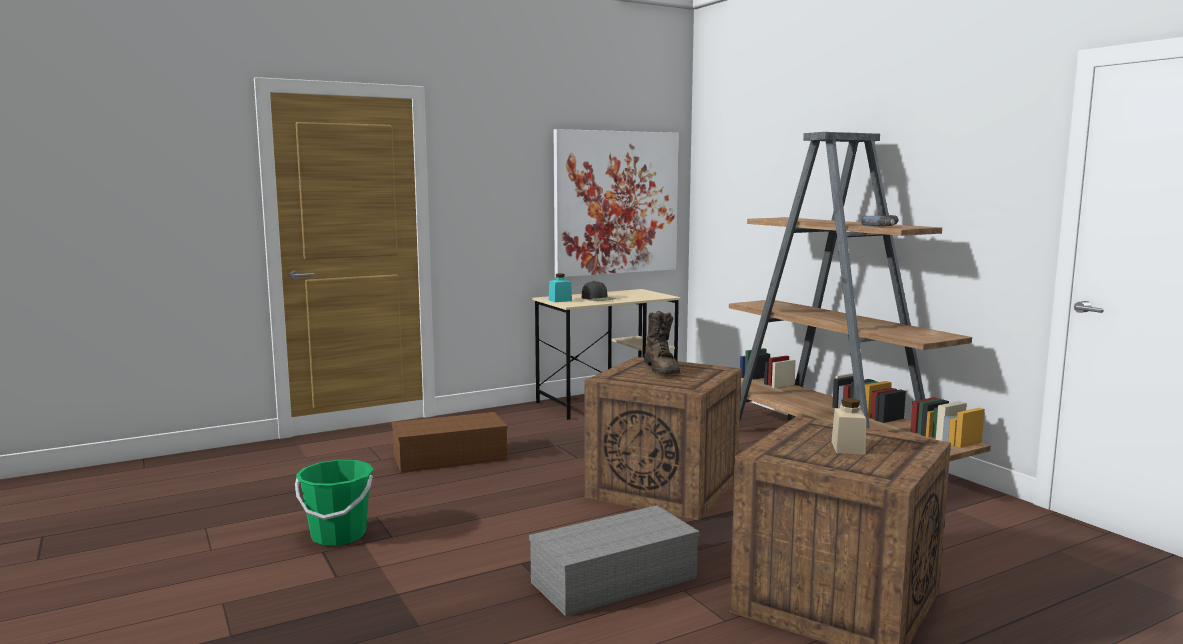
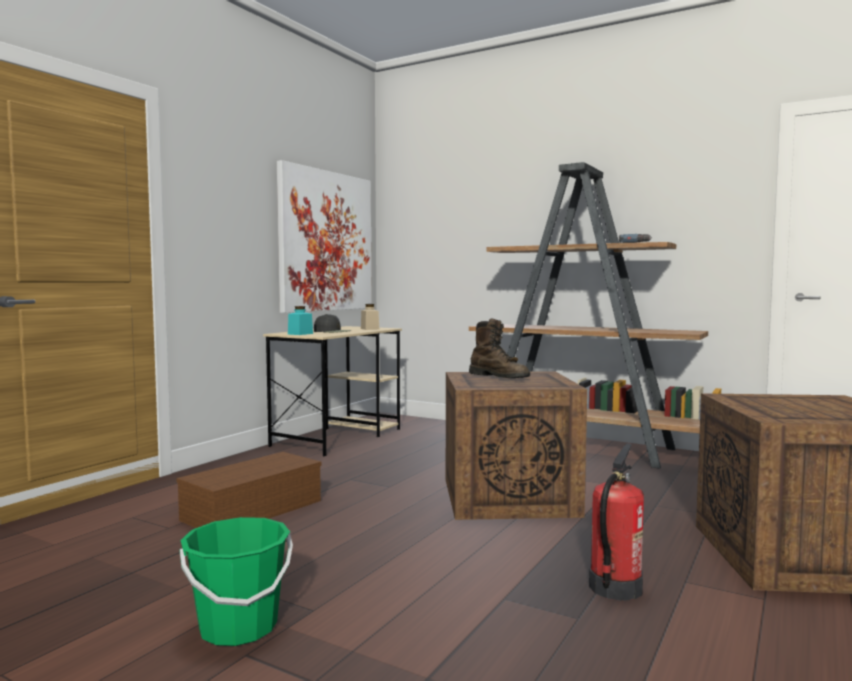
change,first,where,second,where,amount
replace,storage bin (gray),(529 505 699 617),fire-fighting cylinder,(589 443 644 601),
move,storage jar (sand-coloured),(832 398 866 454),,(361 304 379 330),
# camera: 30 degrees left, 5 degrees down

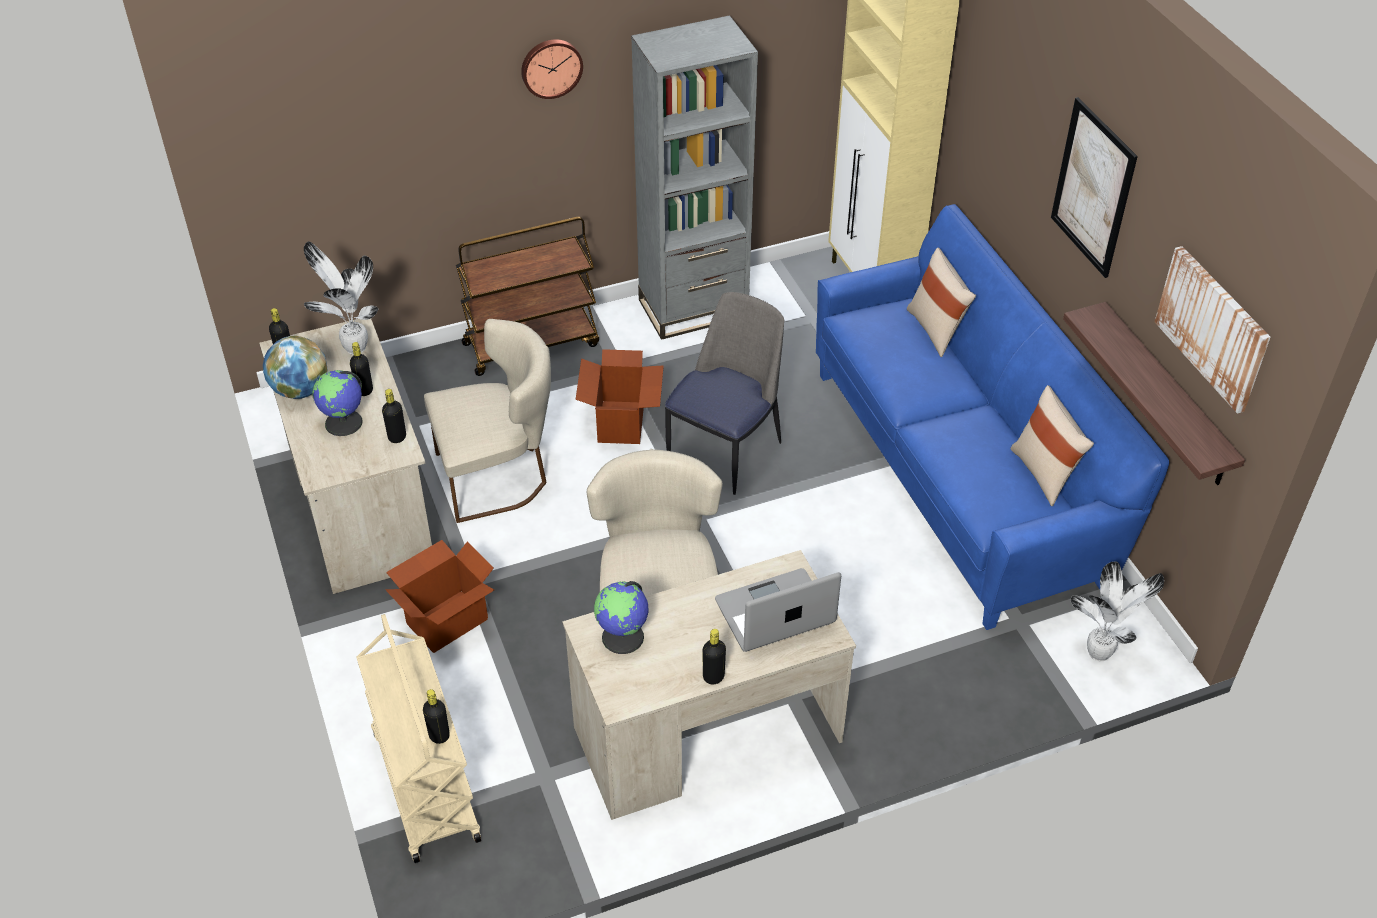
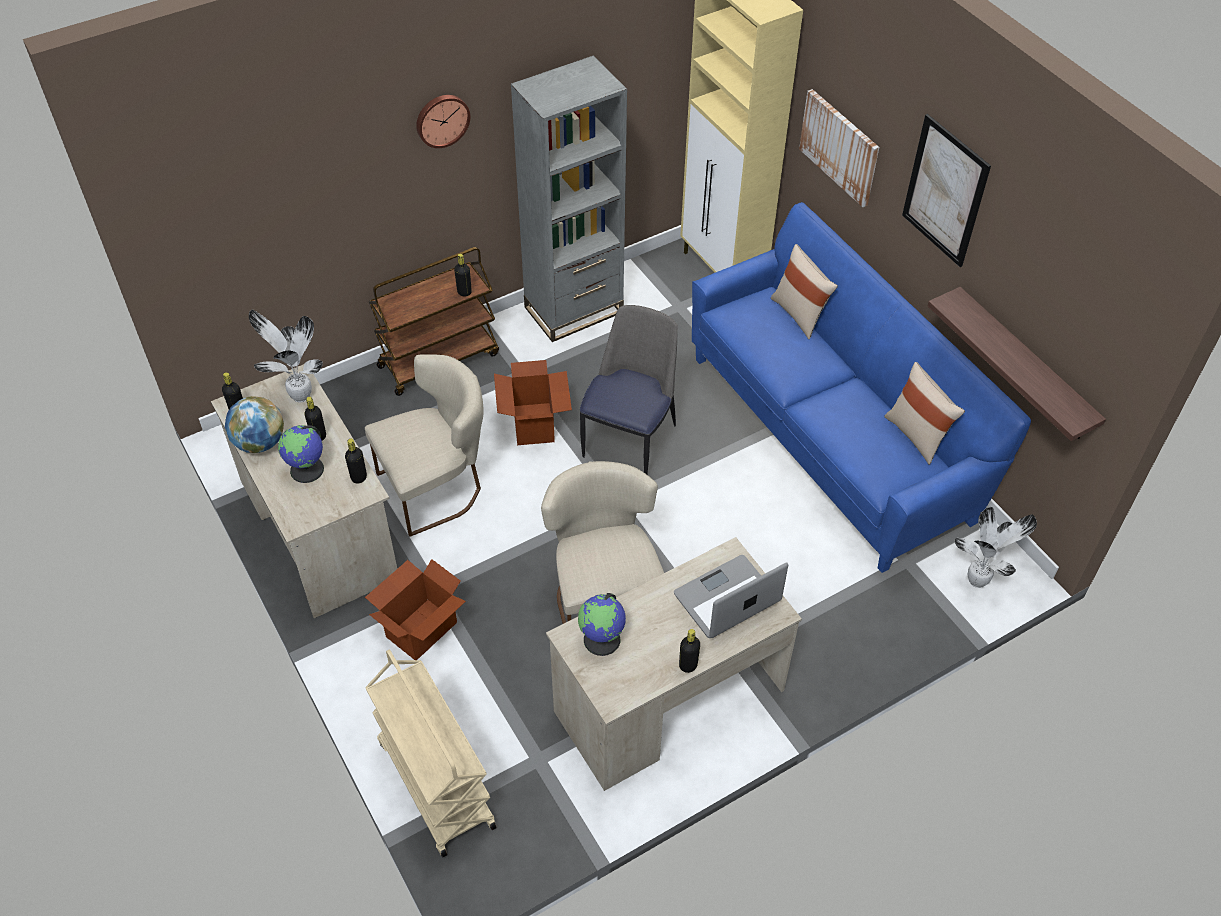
change,first,where,second,where,amount
move,drink bottle (black-coloured),(423 689 450 744),,(454 254 472 297),
move,picture,(1155 246 1270 414),,(799 89 879 207),
# camera: 10 degrees left, 5 degrees up

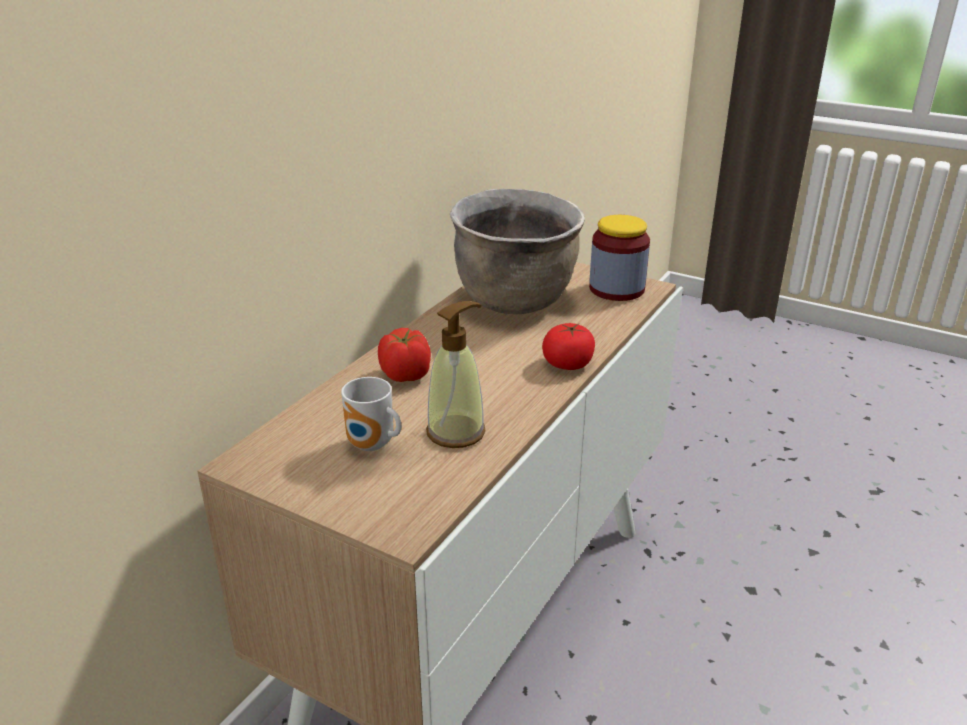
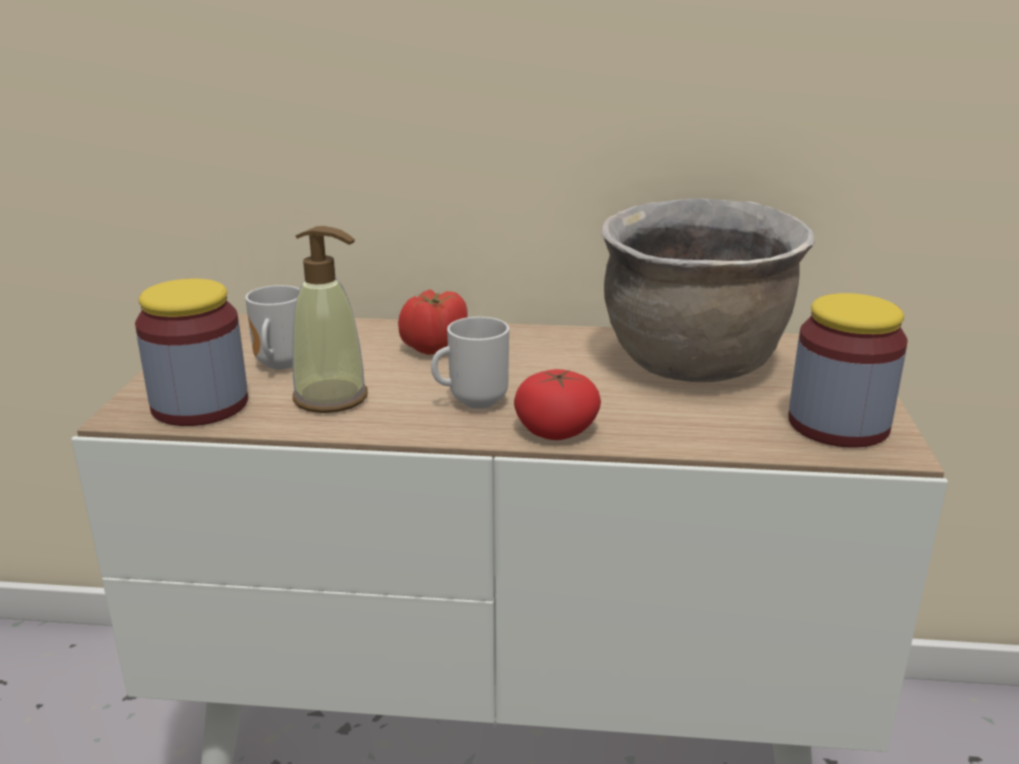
change,first,where,second,where,amount
insert,,,storage jar,(135 279 248 426),
insert,,,mug,(431 317 509 409),
# camera: 65 degrees right, 5 degrees down

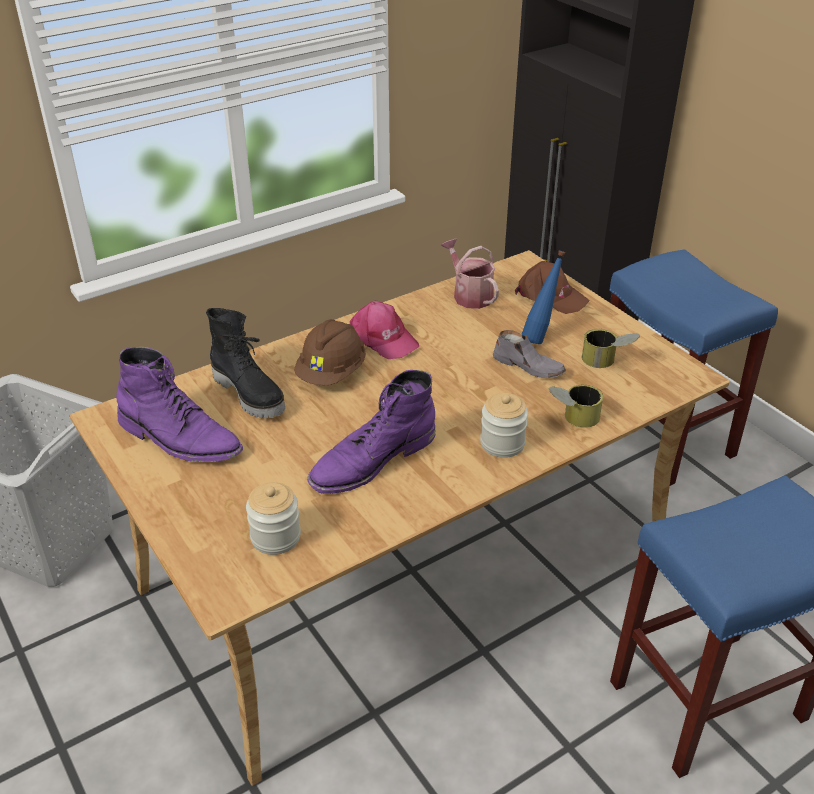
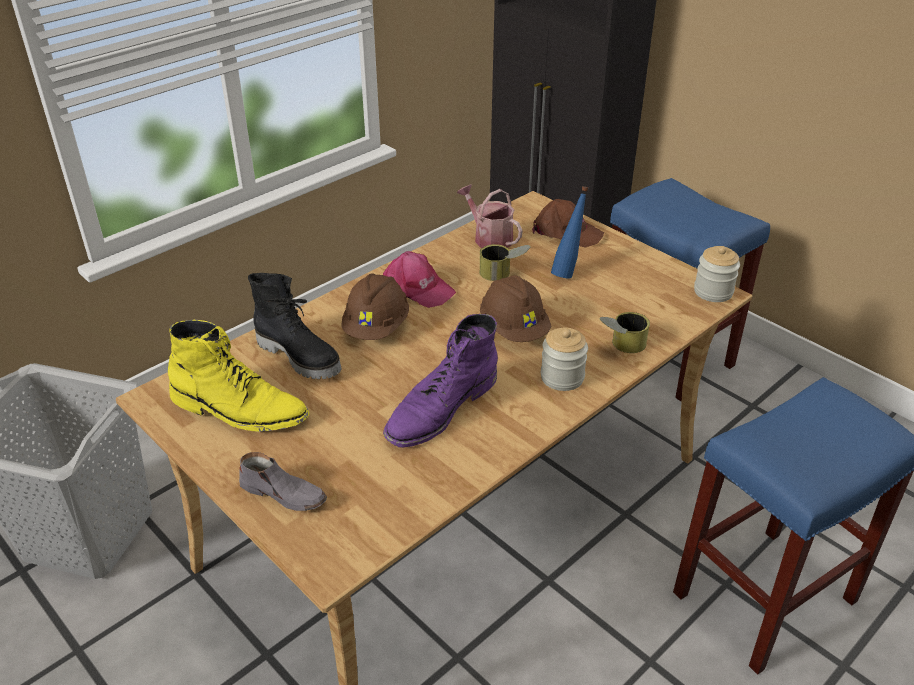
change,first,where,second,where,amount
recolor,high-top boot (purple),(116 347 243 462),high-top boot (yellow),(168 320 309 432),
move,storage jar,(246 482 301 555),,(694 246 740 302),
move,shoe (gray),(493 330 566 378),,(239 452 327 511),
move,metal can,(582 329 640 368),,(479 244 530 281),
insert,,,hard hat (brown-coloured),(480 275 551 342),
# camera: 10 degrees left, 0 degrees up

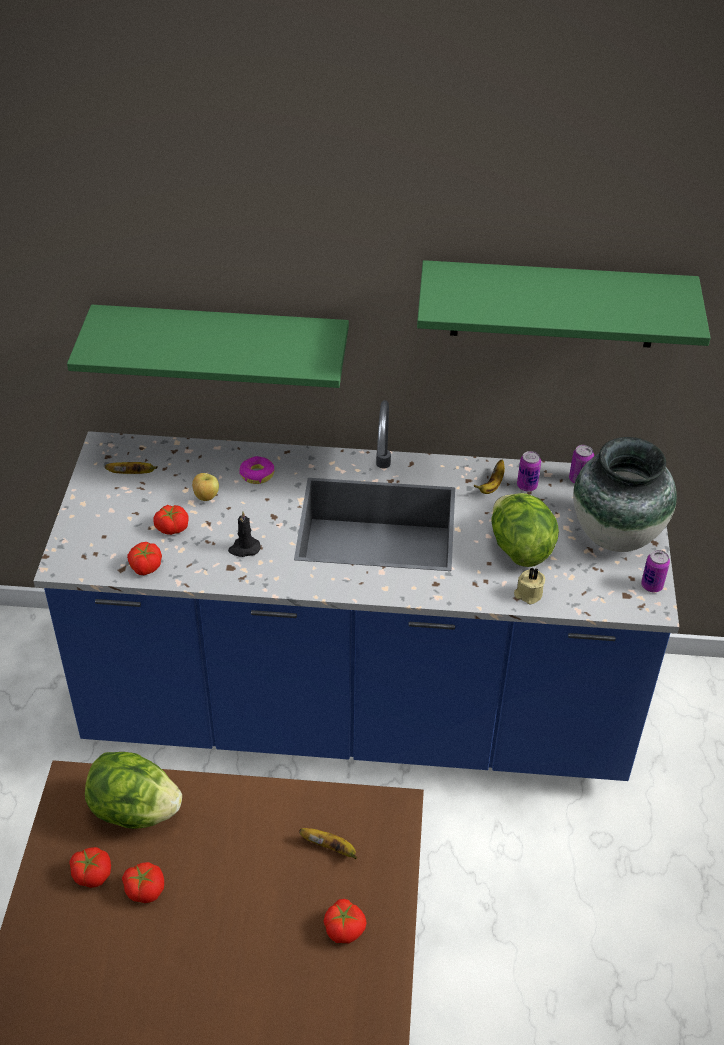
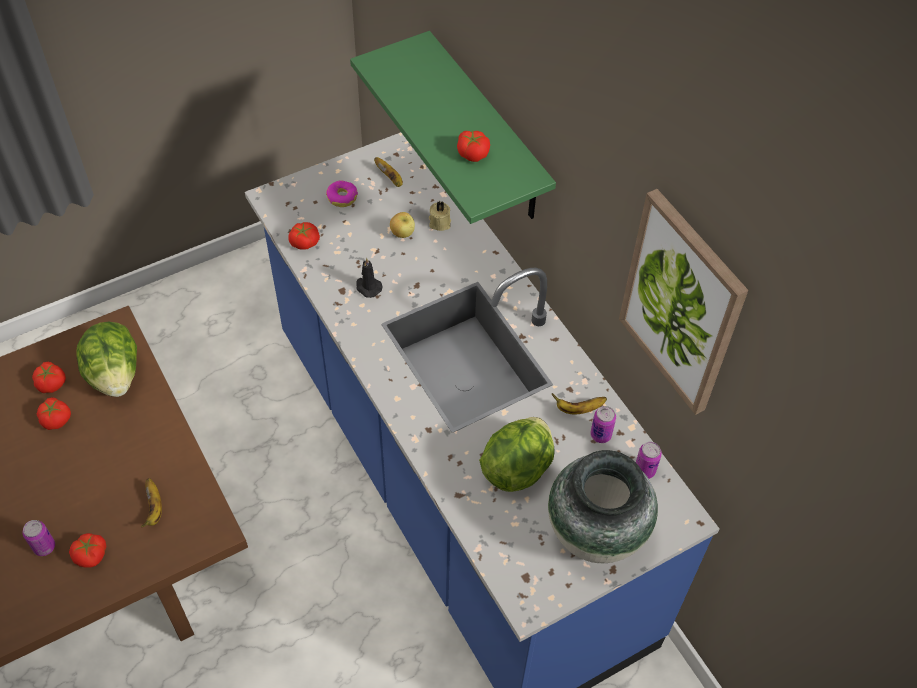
change,first,where,second,where,amount
move,fresh tomato,(153 505 188 535),,(457 130 490 162),
move,donut,(239 456 274 484),,(326 180 358 207),
replace,wall shelf (green-coloured),(417 260 711 348),picture,(619 189 748 415),
move,wax light (sand-coloured),(514 567 545 604),,(429 201 451 231),
move,metal can,(641 550 670 592),,(23 520 55 556),
# camera: 55 degrees right, 10 degrees up

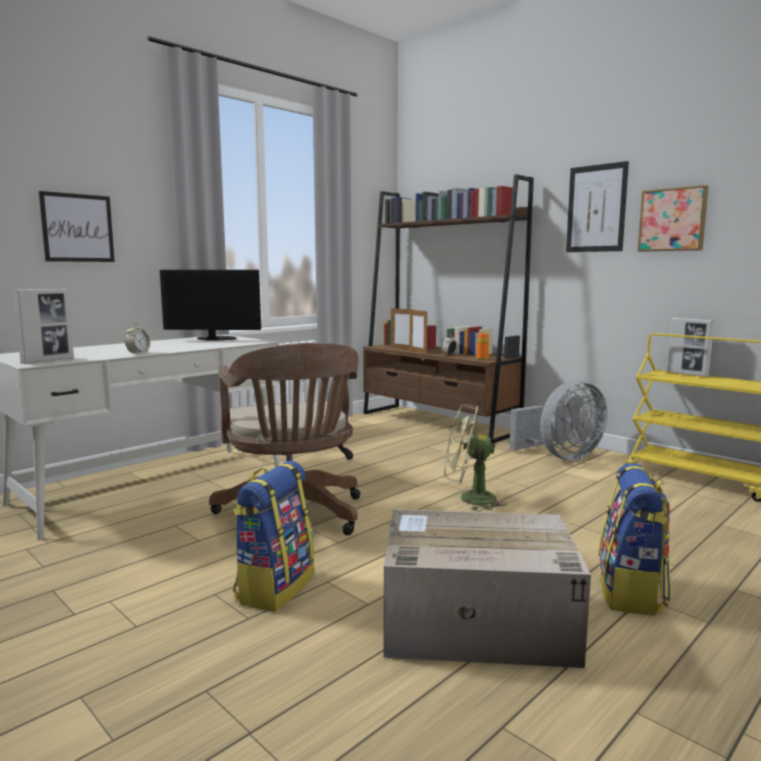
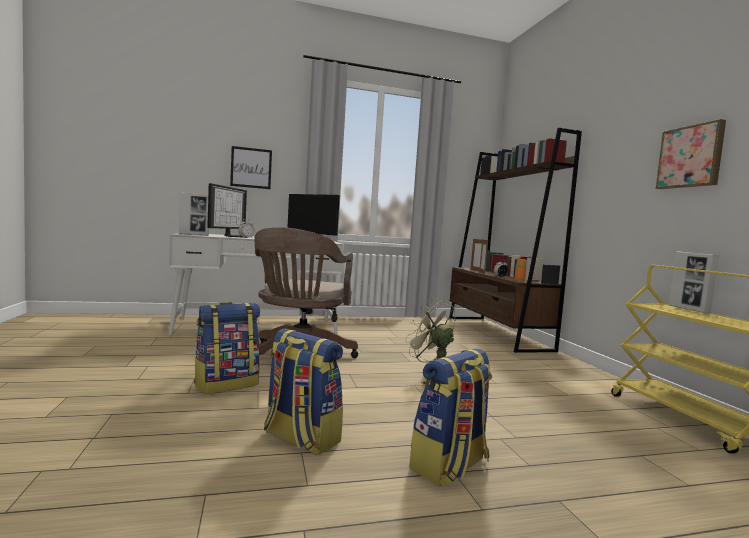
change,first,where,second,where,amount
replace,cardboard box,(384 509 591 668),knapsack,(264 328 343 456),
delete,cooling fan (gray),(510 380 607 460),,,
delete,picture,(566 161 629 252),,,
insert,,,computer screen,(207 183 247 237),
# camera: 30 degrees right, 5 degrees down

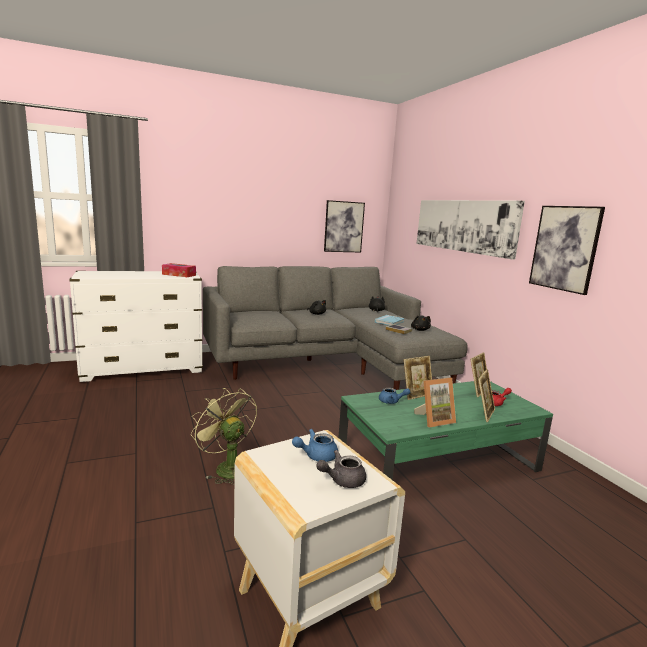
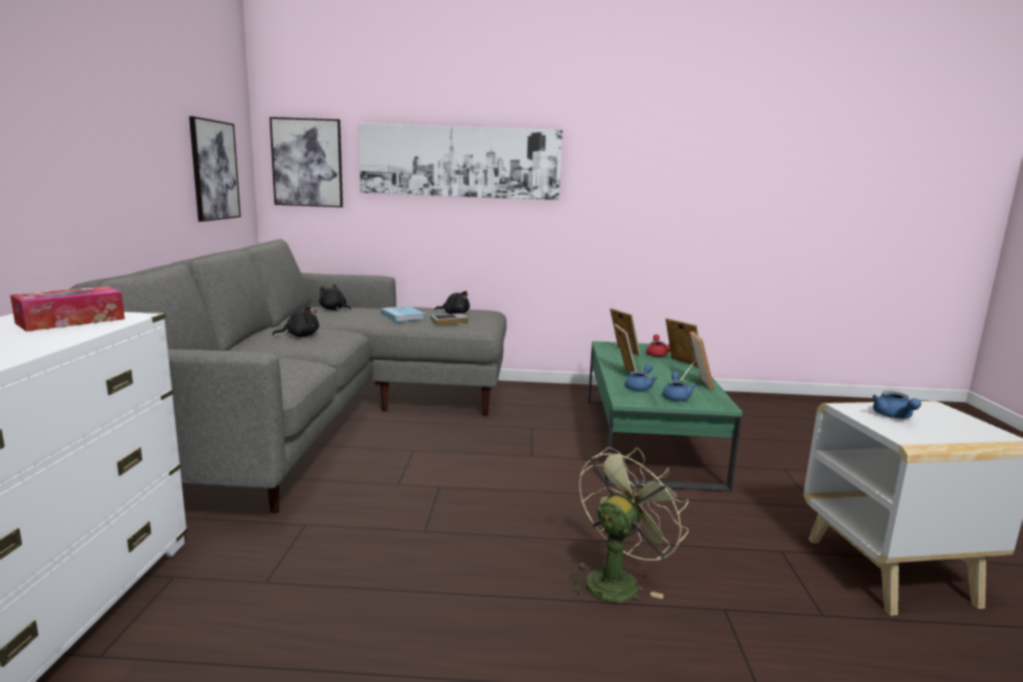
change,first,where,second,where,amount
rotate,cooling fan (green-coloured),(191 388 257 485),,(569 447 689 602),150 degrees clockwise
delete,pot for tea (gray),(316 450 366 488),,,
move,picture,(529 206 605 295),,(269 117 343 207),
insert,,,pot for tea (blue-coloured),(663 371 696 401),
# camera: 65 degrees left, 0 degrees up

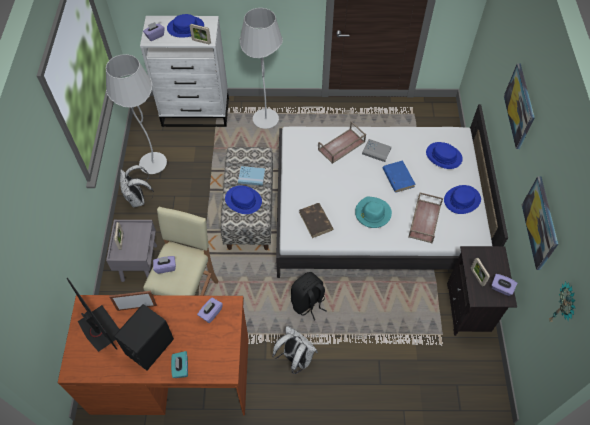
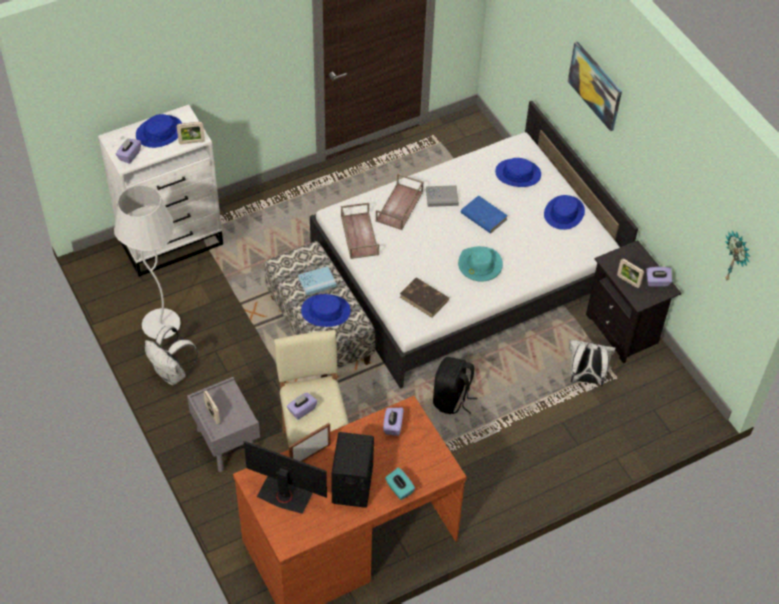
change,first,where,second,where,amount
delete,standard lamp (whitish),(240 8 283 129),,,
move,knapsack (whitish),(272 326 318 374),,(569 340 616 386),
move,serving tray (brown-coloured),(409 192 443 243),,(341 203 379 259),
delete,picture,(522 176 558 270),,,
# camera: 30 degrees left, 5 degrees down

